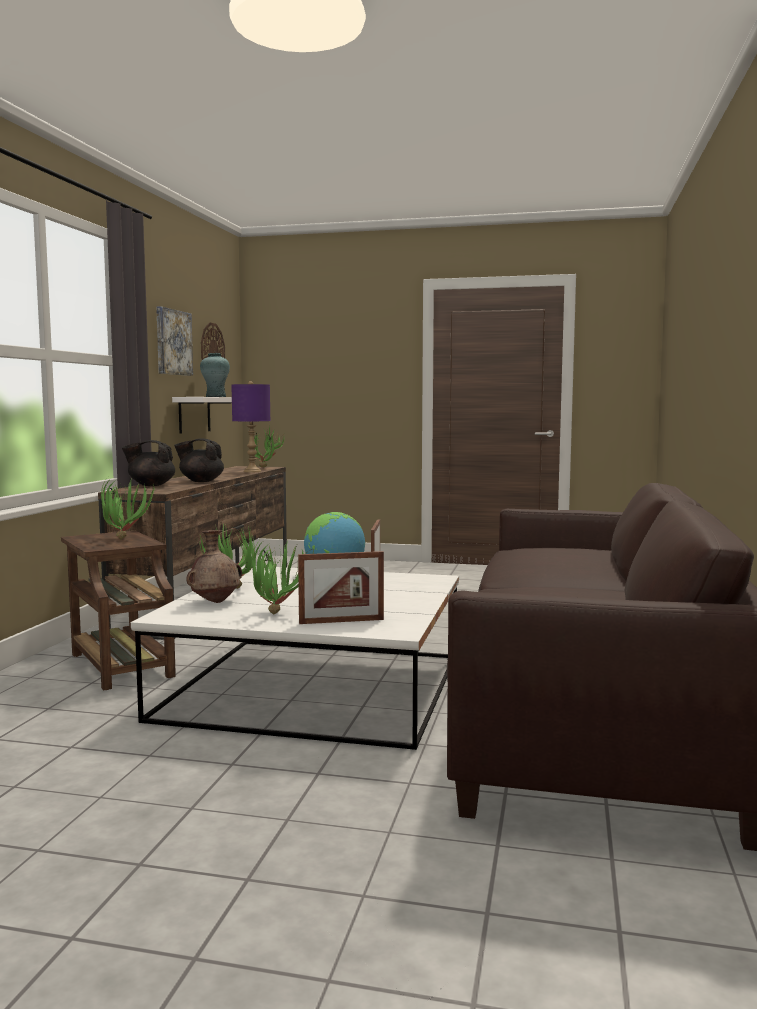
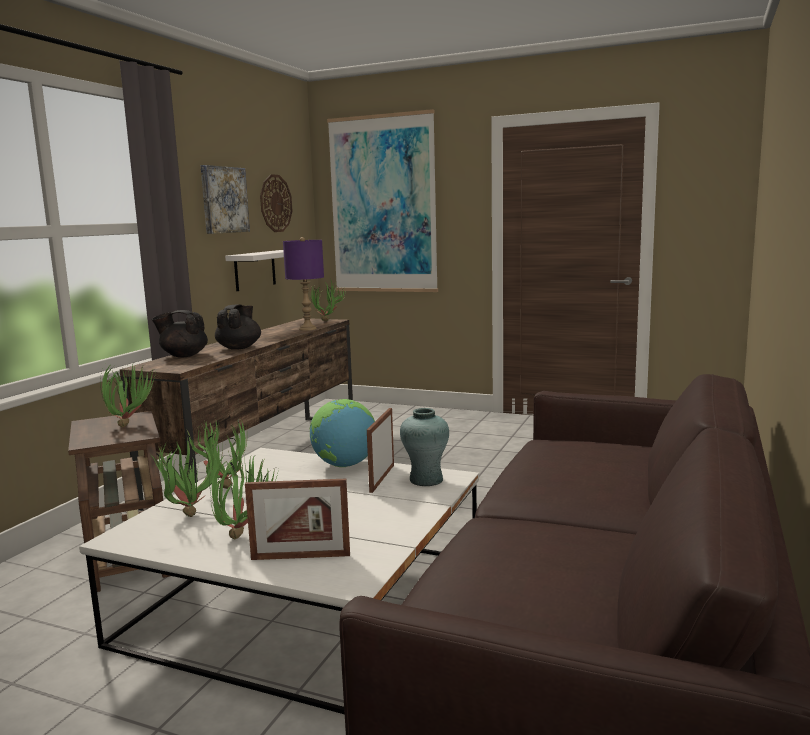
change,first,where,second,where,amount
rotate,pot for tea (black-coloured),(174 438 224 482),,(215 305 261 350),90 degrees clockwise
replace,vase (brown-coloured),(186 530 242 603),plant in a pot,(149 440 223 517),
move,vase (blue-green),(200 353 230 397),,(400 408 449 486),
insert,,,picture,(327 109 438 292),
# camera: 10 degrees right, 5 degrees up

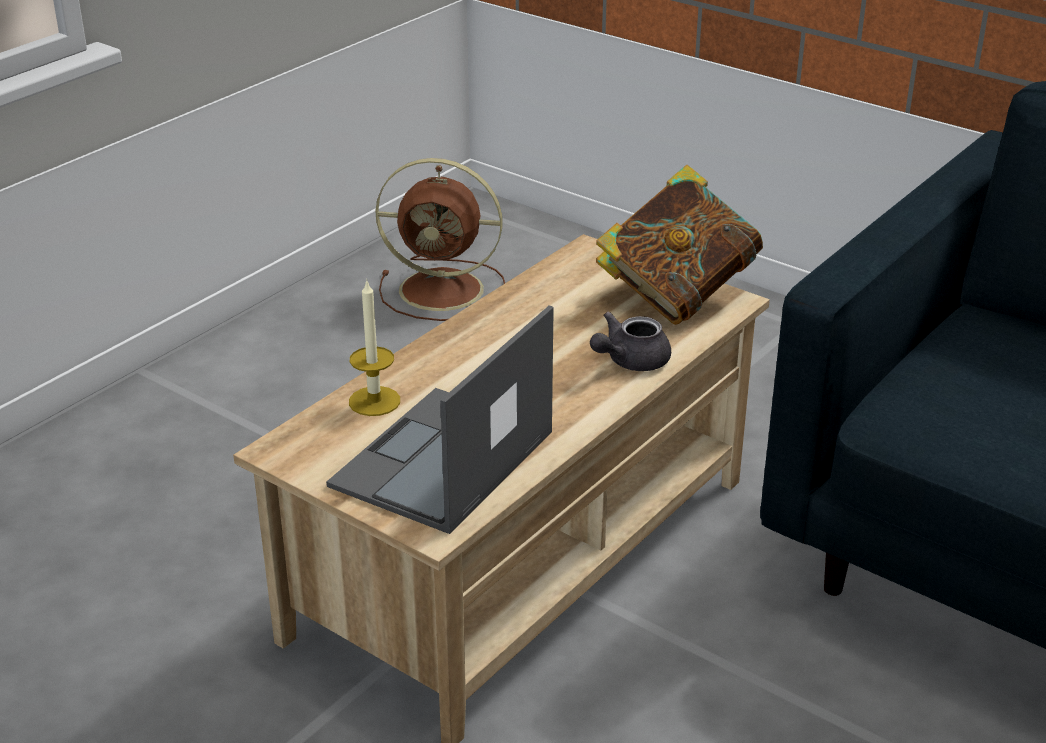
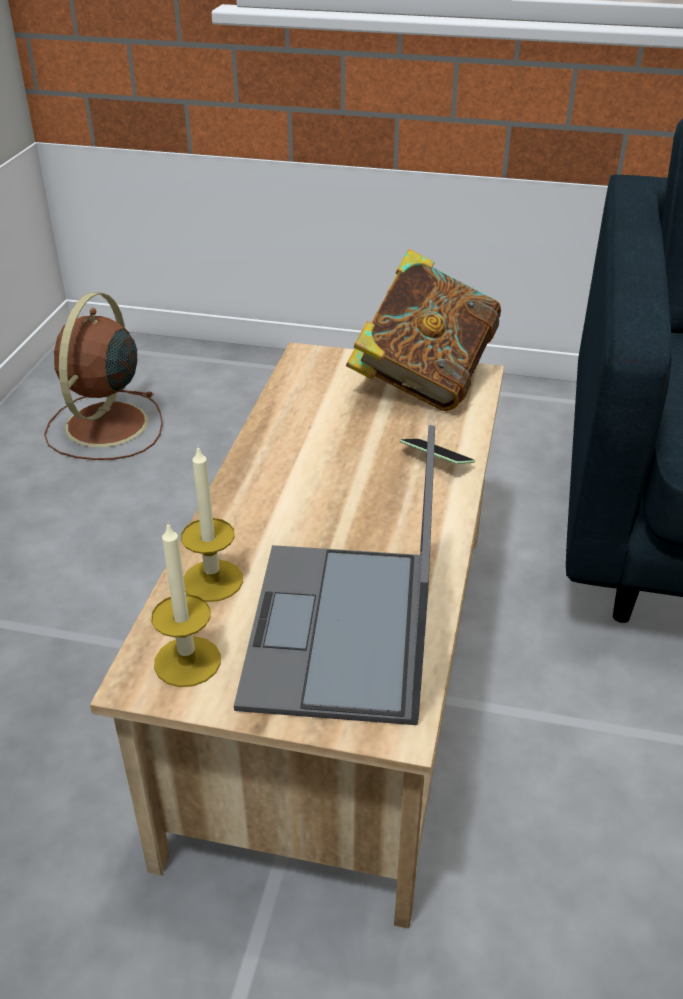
change,first,where,second,where,amount
rotate,cooling fan (brown-coloured),(375 158 505 321),,(44 292 163 460),120 degrees clockwise
replace,pot for tea (gray),(590 312 671 371),handset,(399 439 475 464),
insert,,,wax light,(151 522 221 687),
# camera: 25 degrees left, 5 degrees up

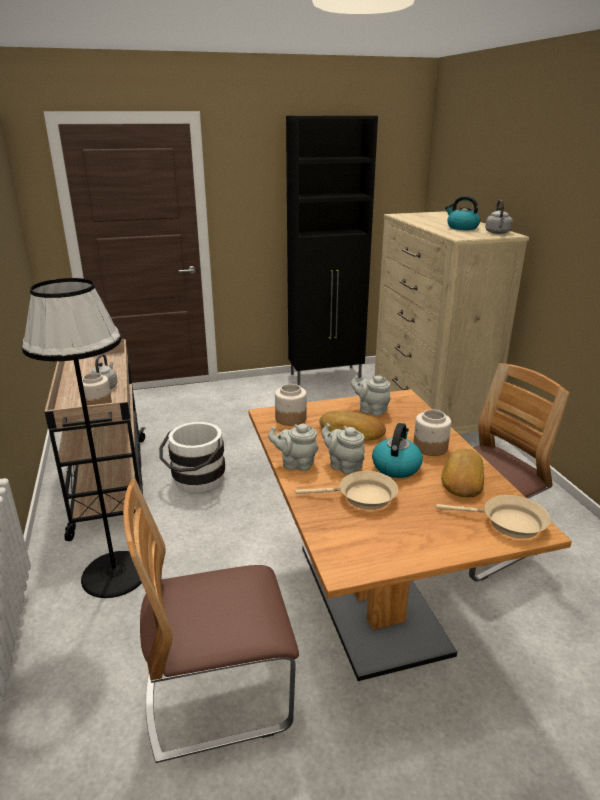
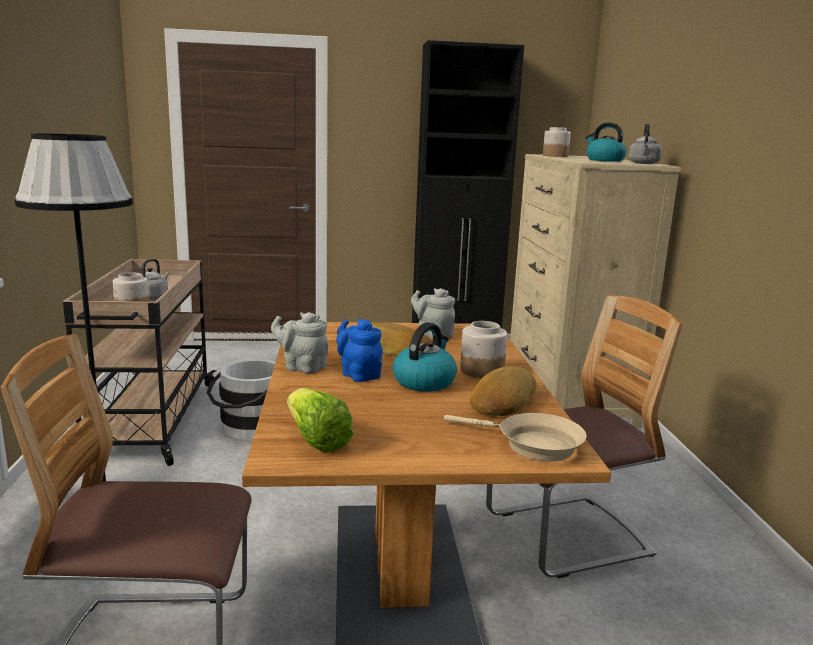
change,first,where,second,where,amount
move,storage jar,(275 384 307 426),,(543 127 571 157),
delete,pan (sand-coloured),(296 471 398 510),,,
recolor,pot for tea (gray),(322 423 365 475),pot for tea (blue-coloured),(336 319 383 382),
insert,,,lettuce head,(287 388 353 453),
# camera: 10 degrees right, 10 degrees down

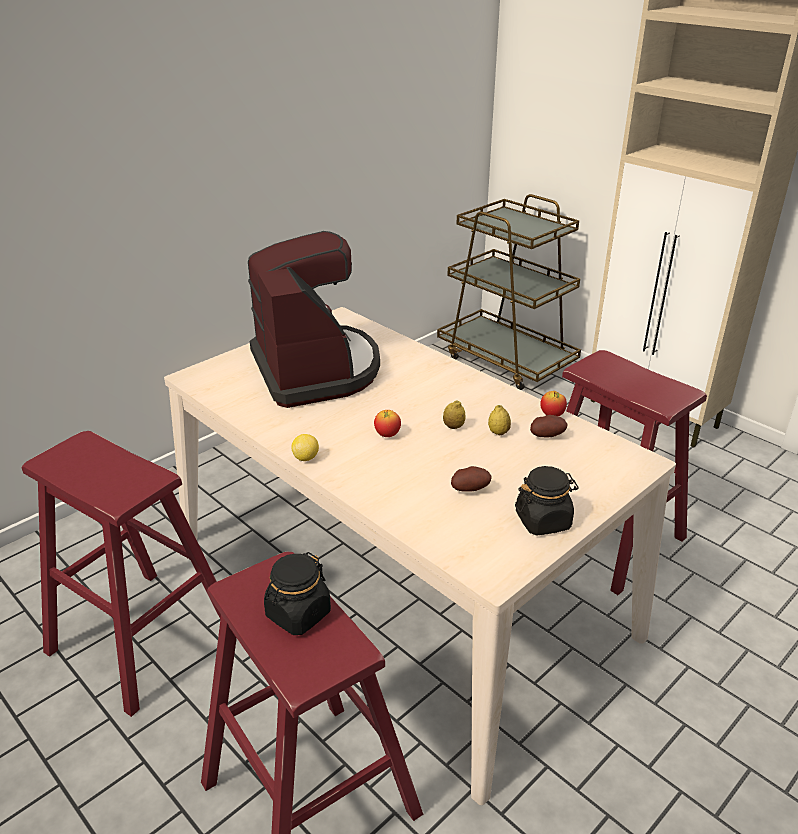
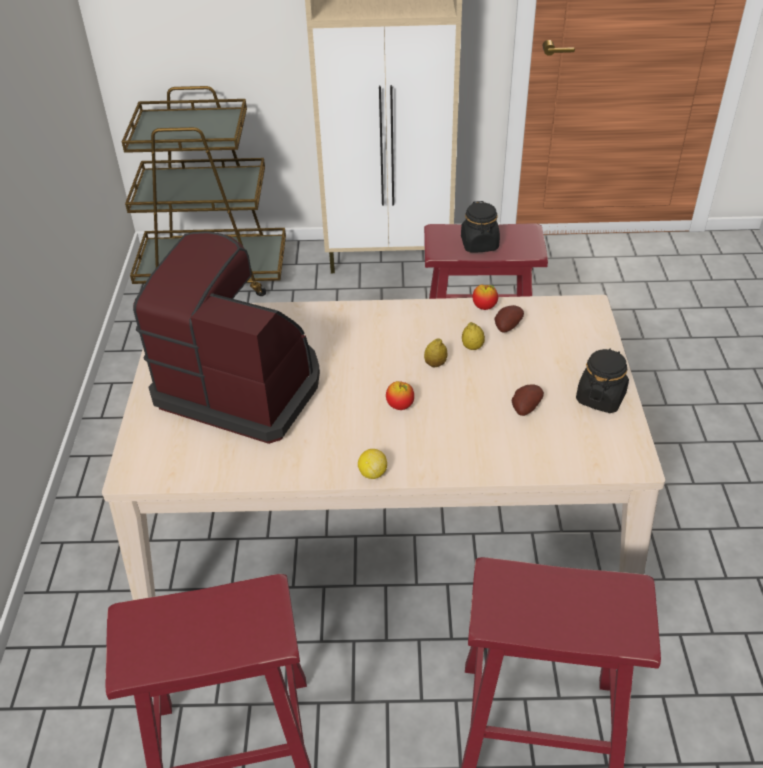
change,first,where,second,where,amount
move,storage jar (black-coloured),(264 552 331 635),,(461 201 500 252),
# camera: 45 degrees left, 10 degrees up

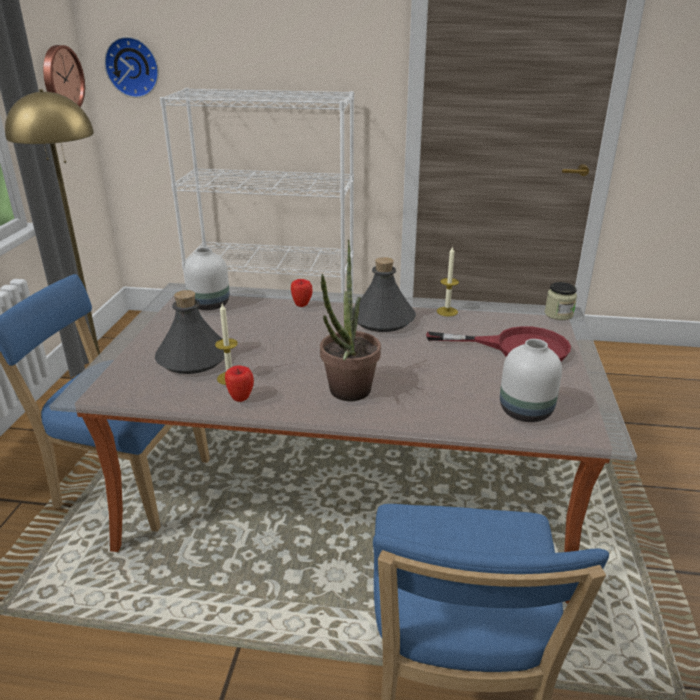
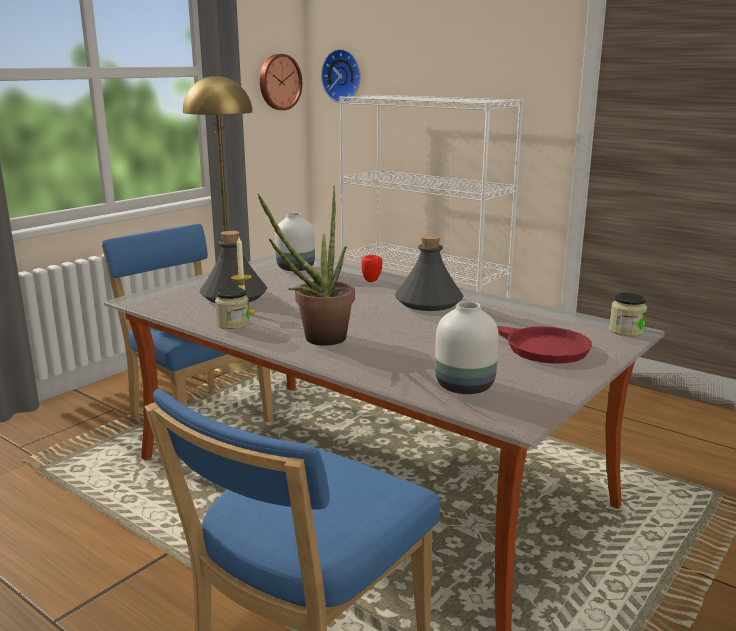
change,first,where,second,where,amount
replace,apple,(225 366 254 402),storage jar,(215 287 250 330),
delete,wax light,(437 246 459 317),,,
# camera: 30 degrees right, 10 degrees down

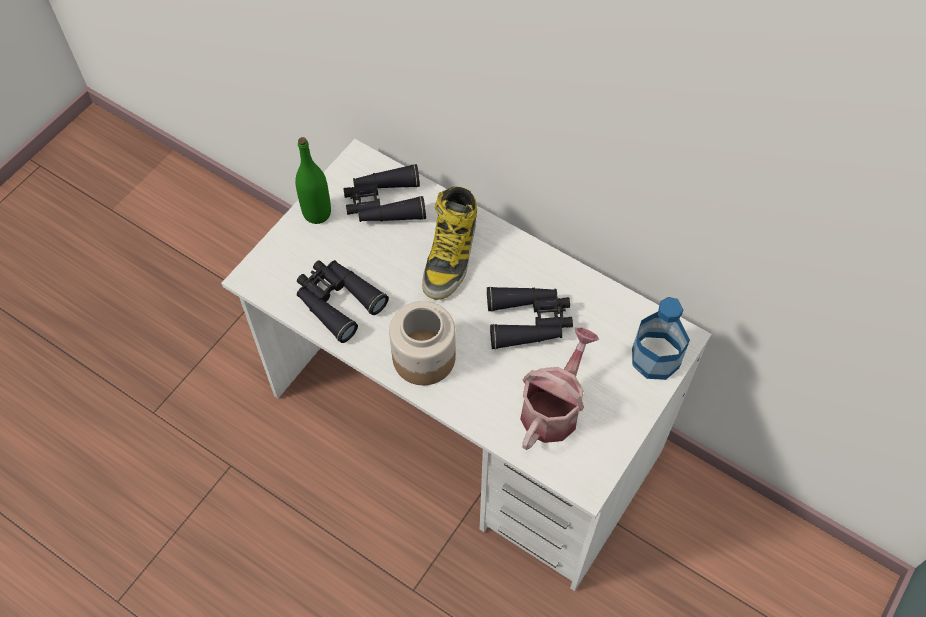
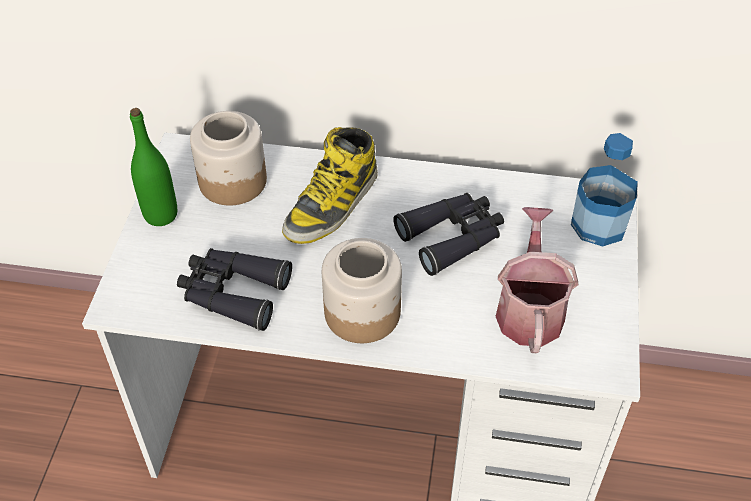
change,first,where,second,where,amount
replace,field glasses (black-coloured),(343 164 426 222),storage jar,(190 111 267 206),
rotate,high-top boot,(422 186 477 300),,(282 127 378 244),45 degrees clockwise
# camera: 25 degrees left, 10 degrees down

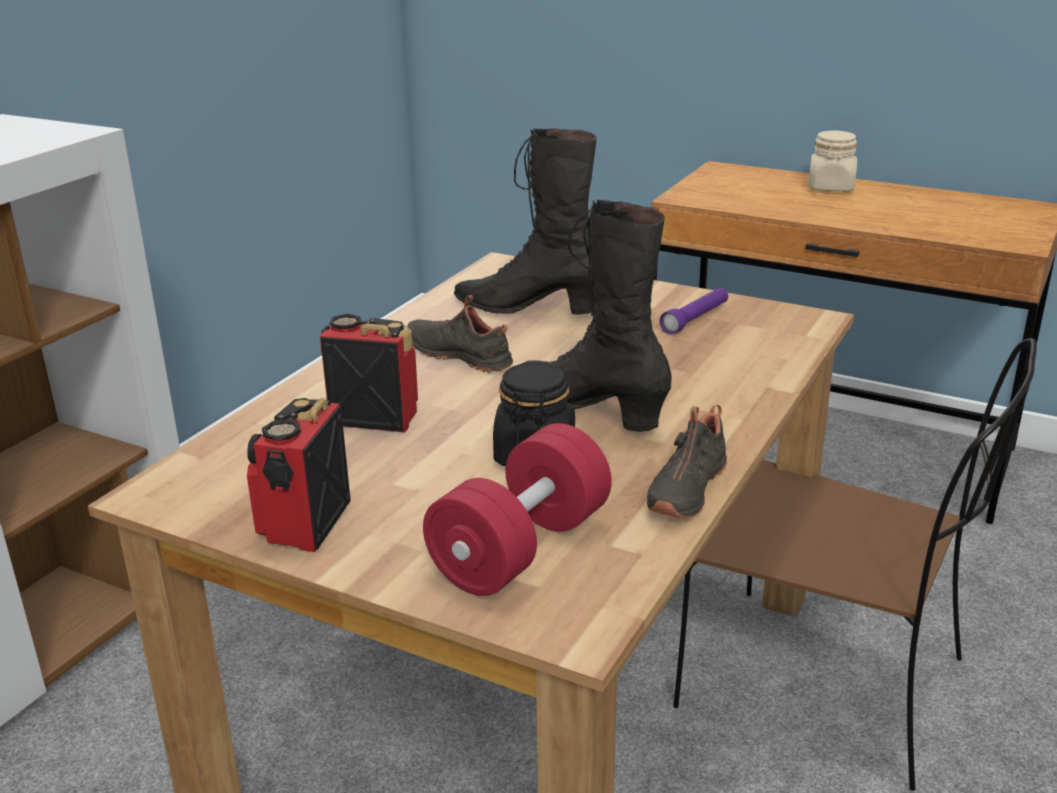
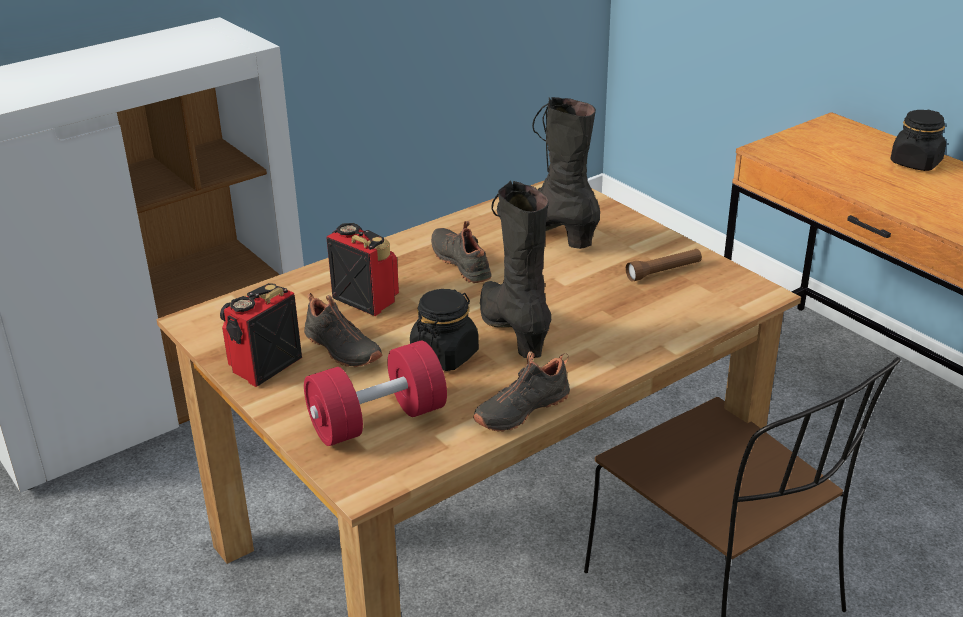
change,first,where,second,where,amount
recolor,flashlight (purple),(659 288 728 335),flashlight (brown-coloured),(626 249 702 282),
recolor,storage jar (sand-coloured),(808 130 858 191),storage jar (black-coloured),(890 110 946 171),
insert,,,shoe (black-coloured),(304 293 383 367),
# camera: 25 degrees right, 5 degrees up

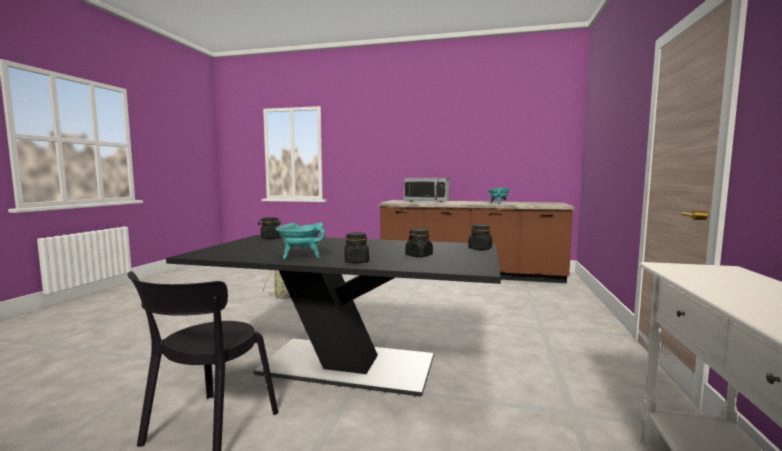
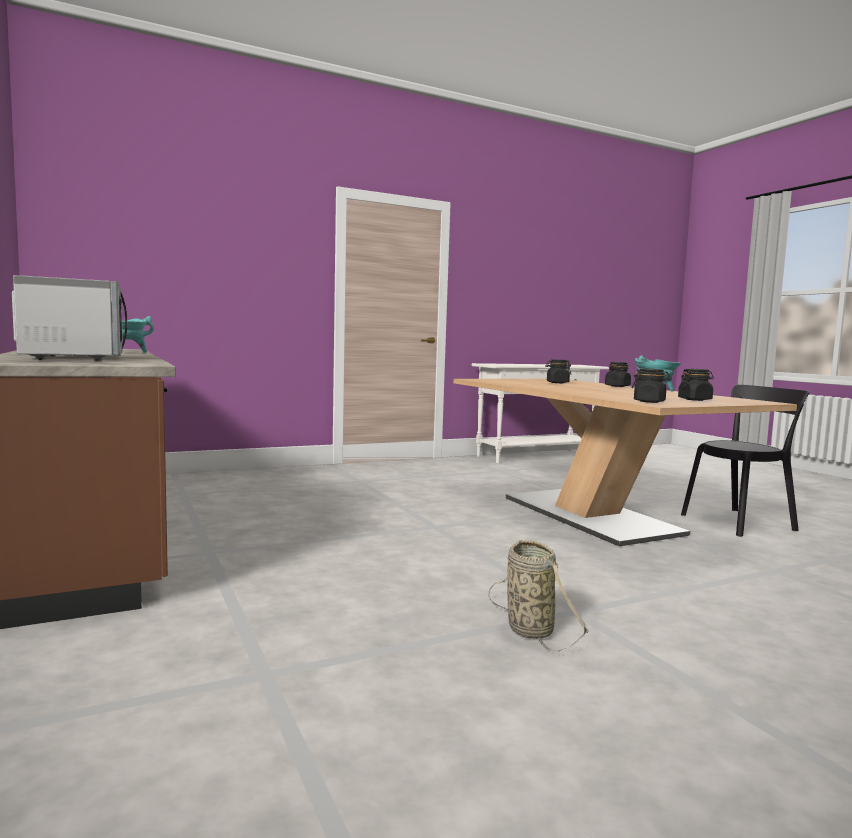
change,first,where,second,where,amount
recolor,dining table (black-coloured),(166 235 501 396),dining table (sand-coloured),(454 379 797 546),
move,storage jar (black-coloured),(468 224 492 250),,(678 369 714 401),
# camera: 130 degrees left, 0 degrees up

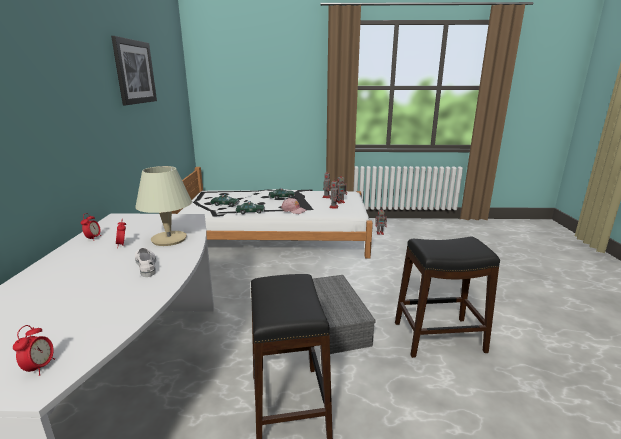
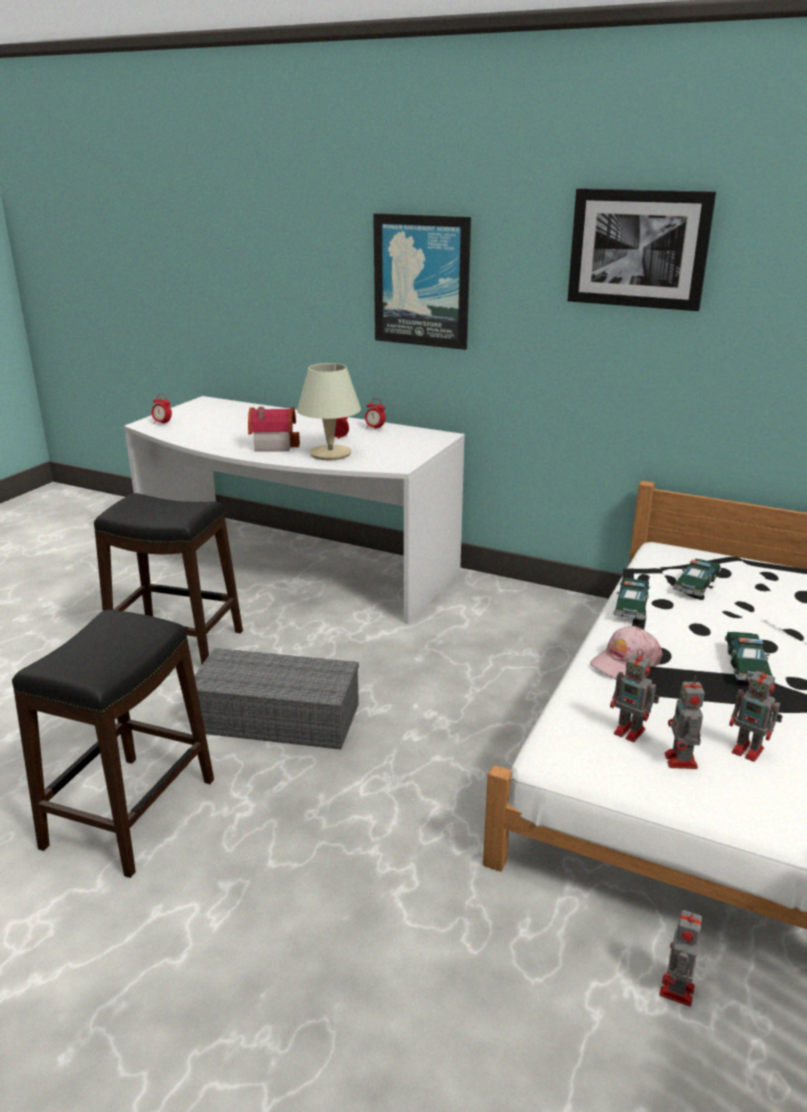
change,first,where,second,where,amount
replace,shoe (whitish),(135 248 156 277),model house,(248 407 300 452),
insert,,,picture,(373 213 471 350),
# camera: 115 degrees right, 5 degrees up

